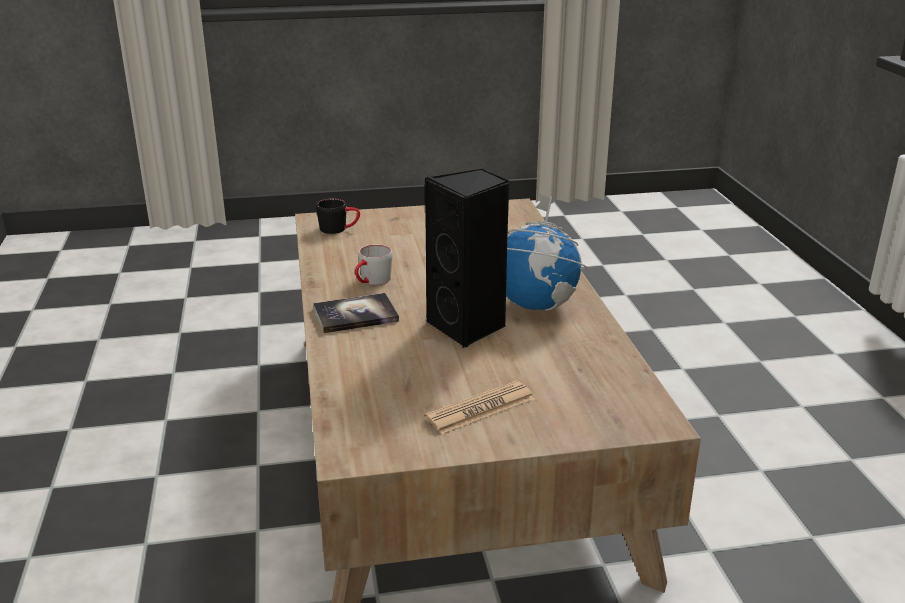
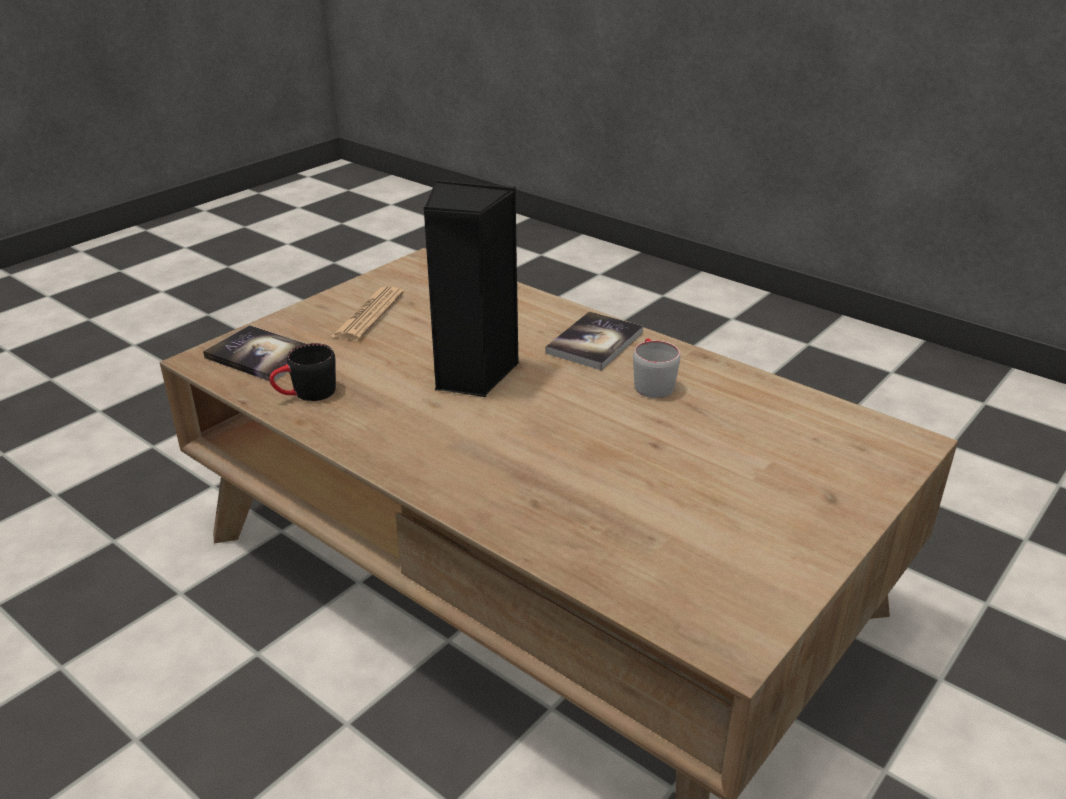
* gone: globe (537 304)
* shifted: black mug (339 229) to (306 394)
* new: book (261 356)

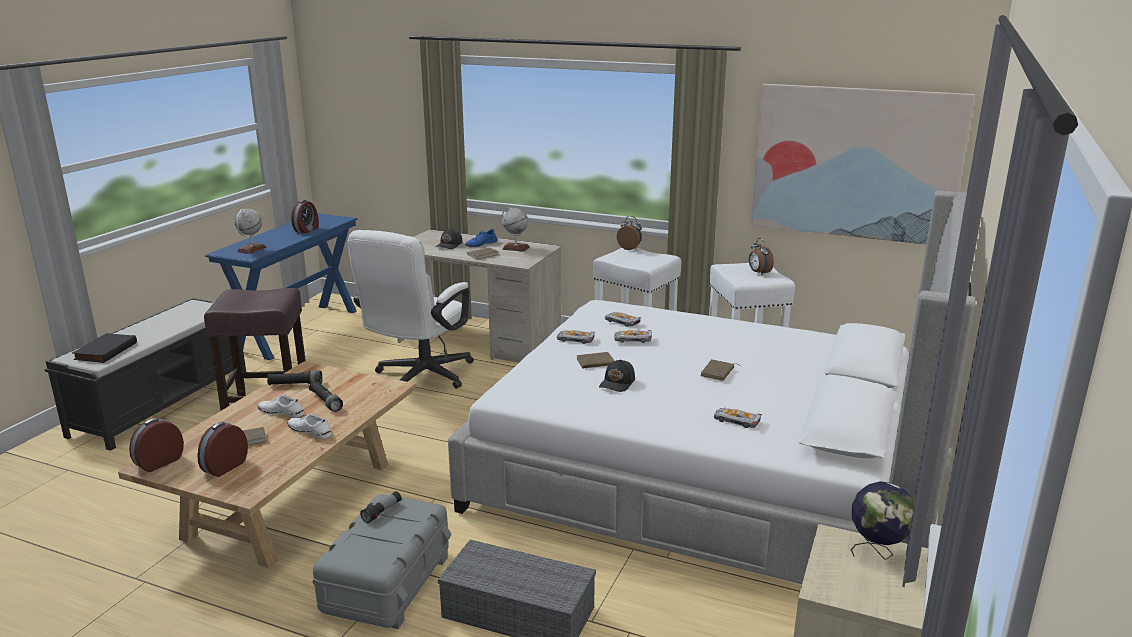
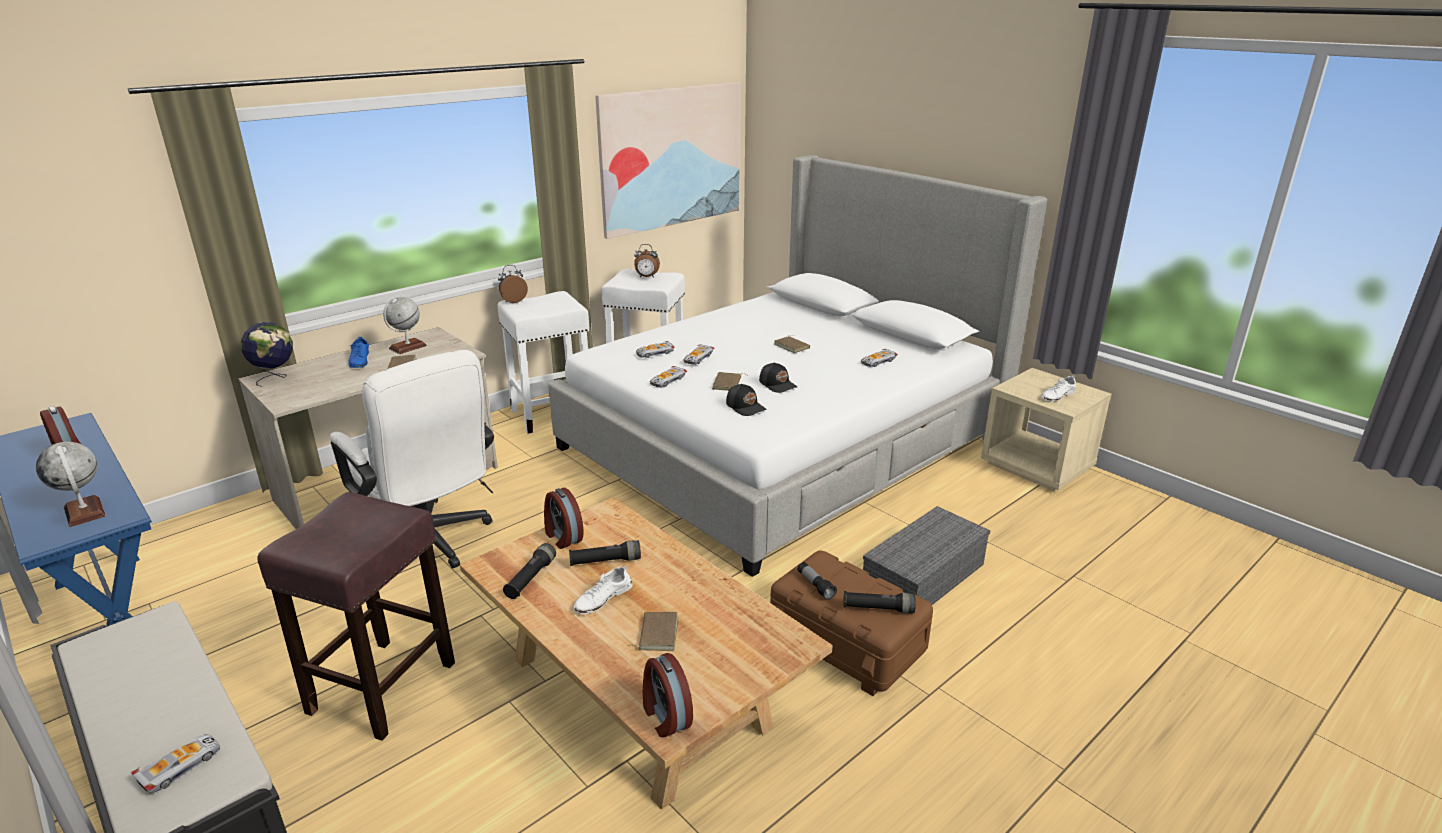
* shifted: black cap (449 245) to (746 407)
* swapped: black book (105 351) to toy car (180 766)
* shifted: white shoe (310 431) to (1057 395)
* shifted: alarm clock (224 467) to (563 537)
* shifted: globe (877 553) to (275 378)
* repainted: grey storage box (387 583) to brown storage box (847 643)
* new: black flashlight (878 609)

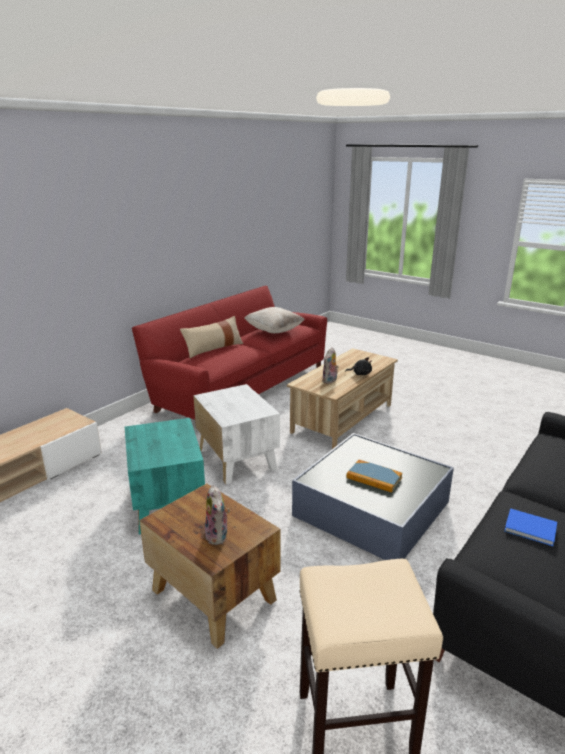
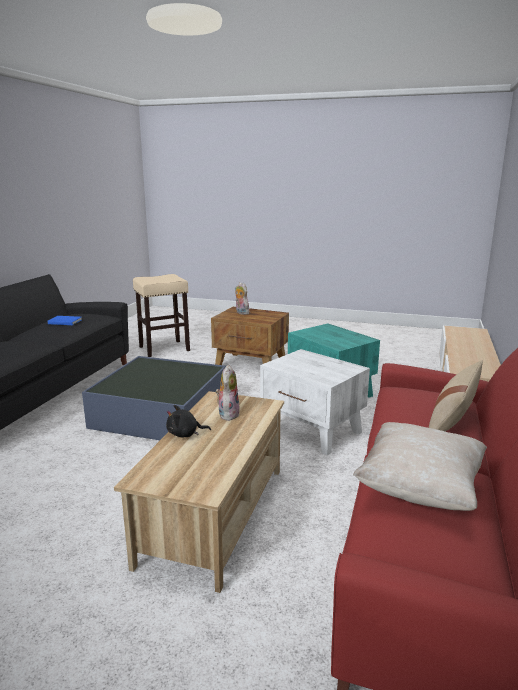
* gone: book (374 478)

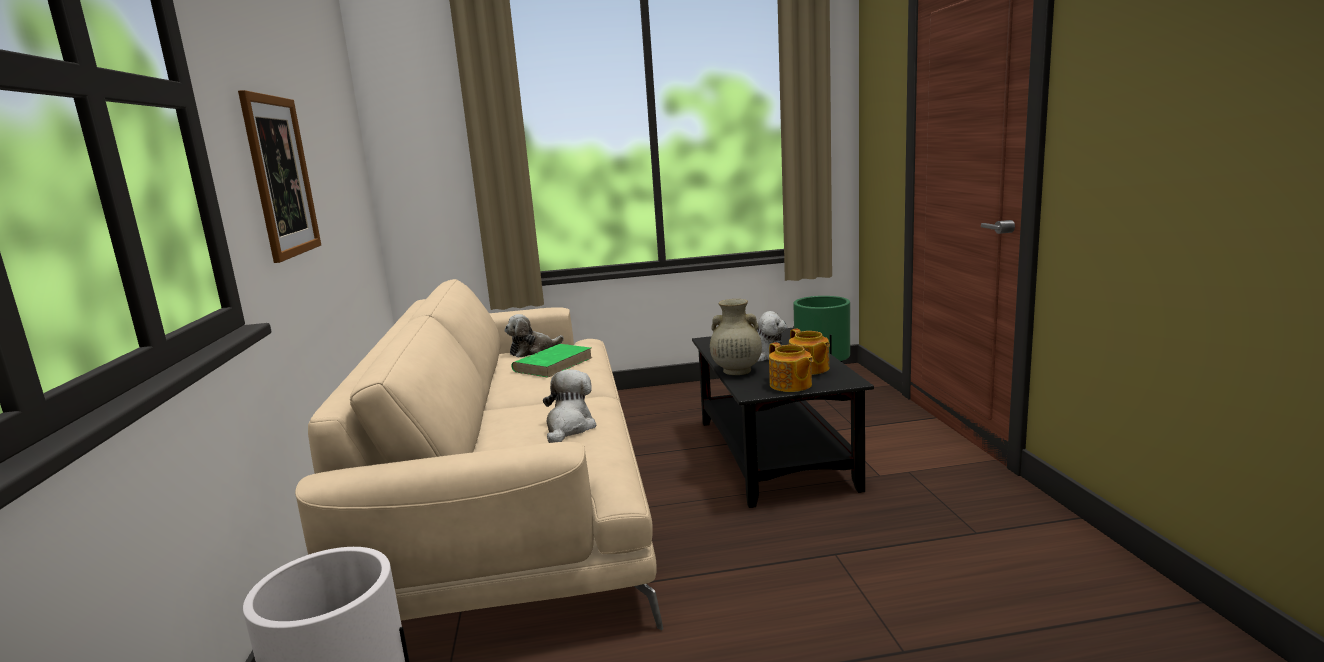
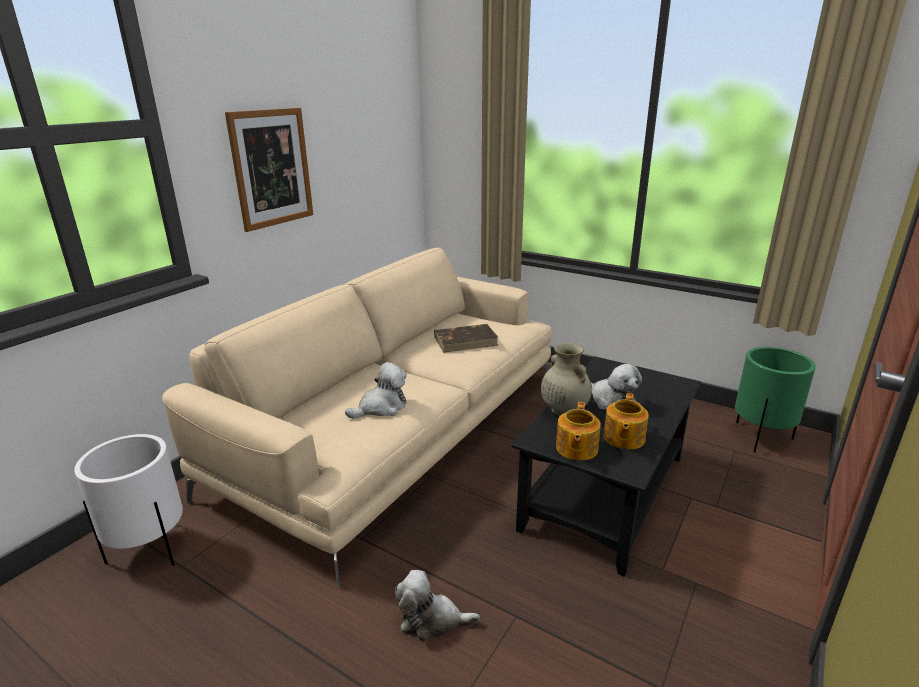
* shifted: plush toy (533 351) to (432 620)
* repainted: green book (553 364) to brown book (466 341)

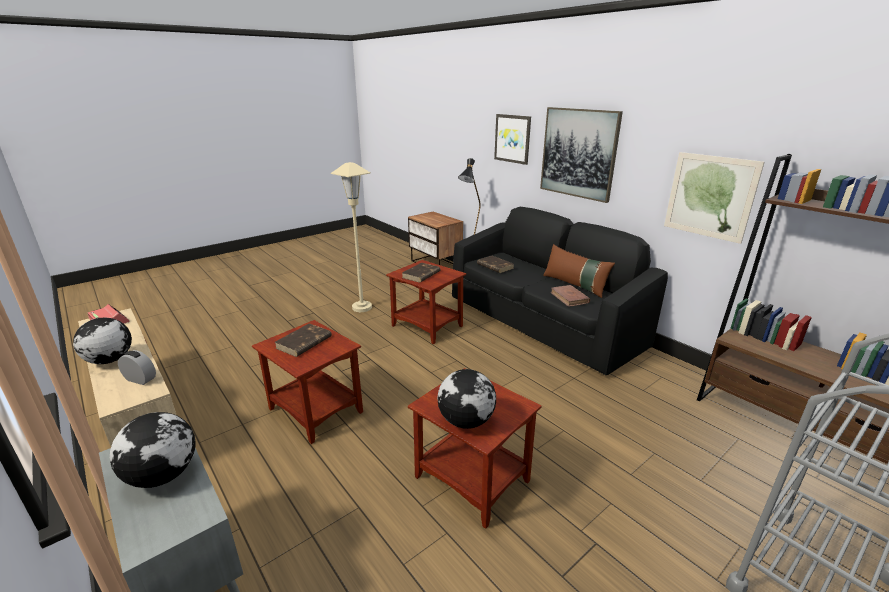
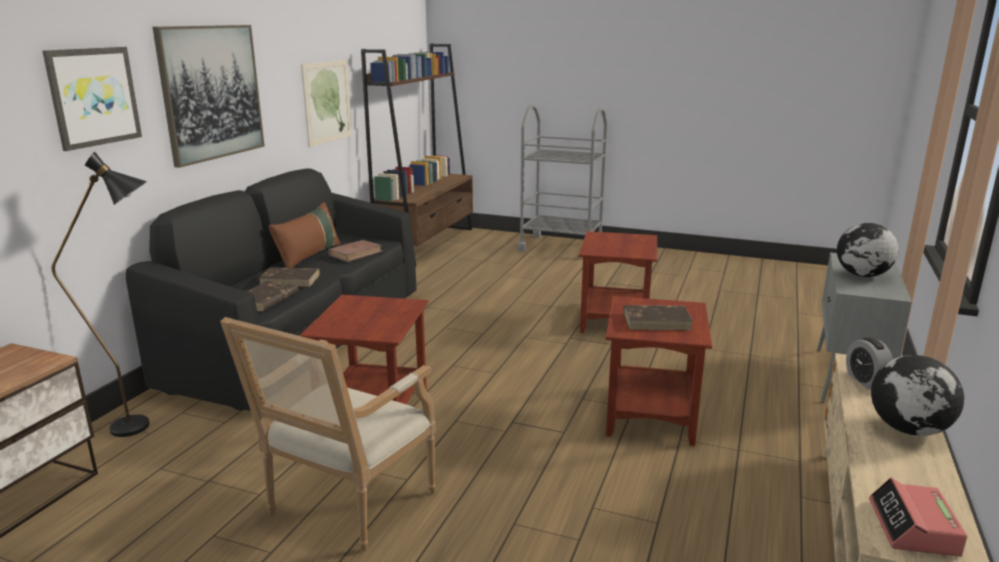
* swapped: beige floor lamp (362 307) to armchair (344 506)
* shifted: brown book (421 275) to (291 280)
* gone: globe (466 421)

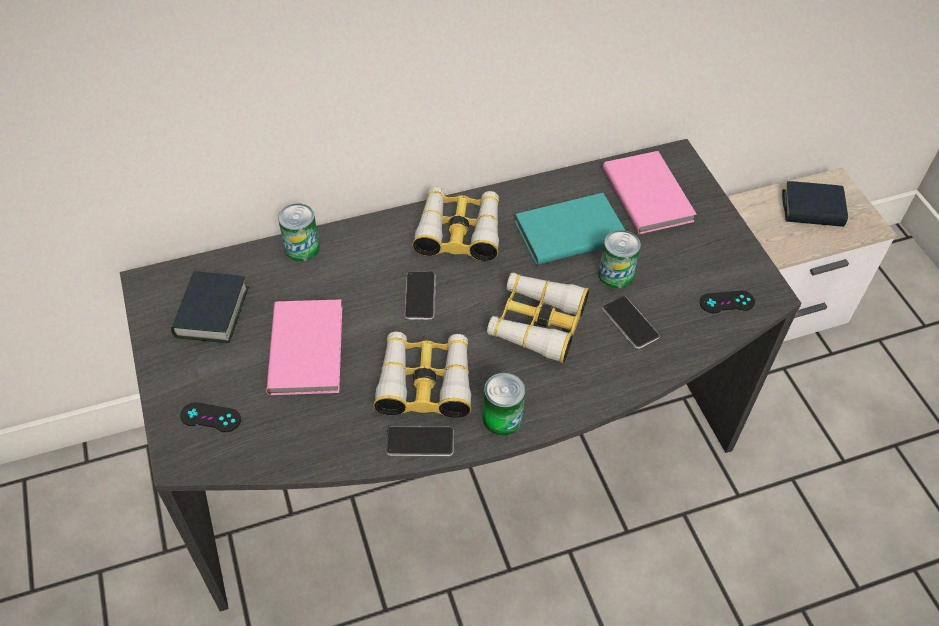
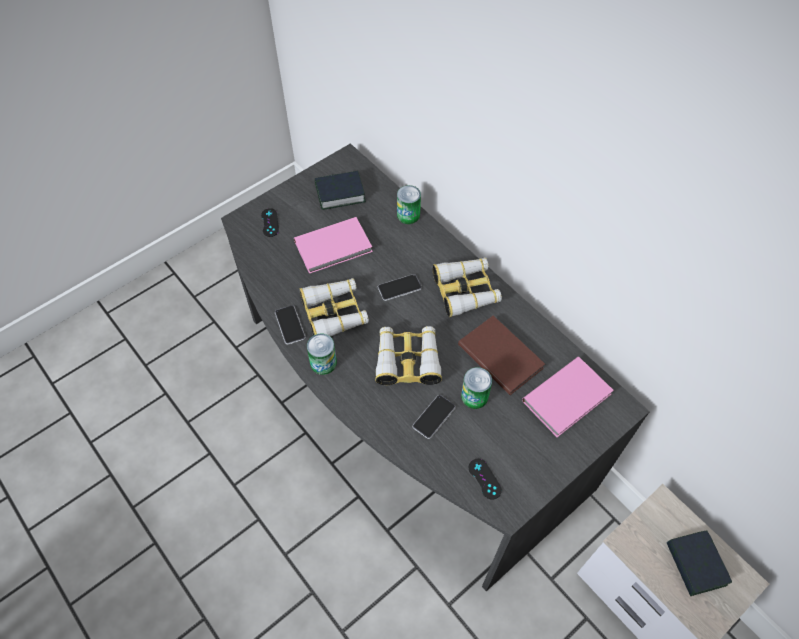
* repainted: turquoise book (568 230) to brown book (501 354)

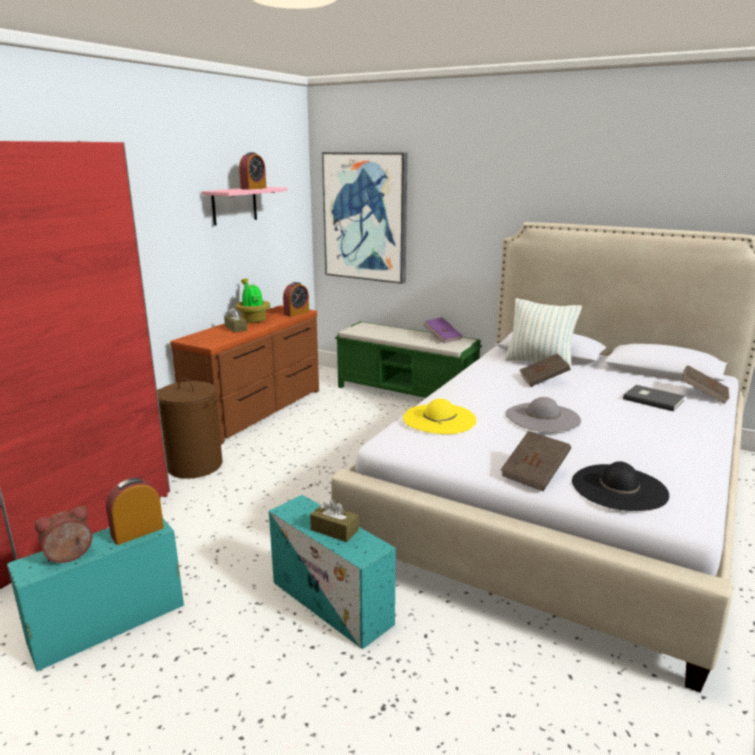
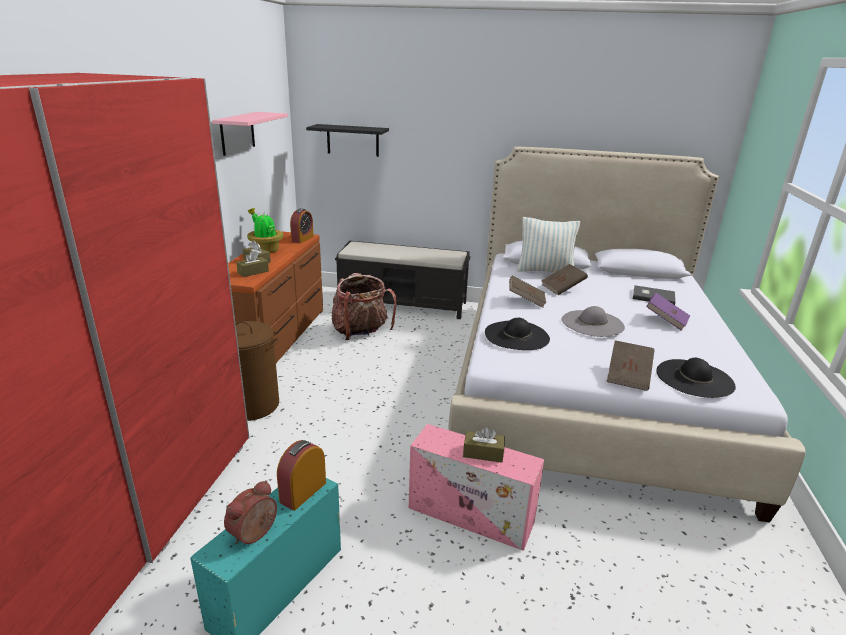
* gone: alarm clock (253 188)
* swapped: picture (365 217) to black shelf (353 140)
* shifted: purple book (442 338) to (666 321)
* repainted: green bench (407 392) to black bench (404 304)
* shifted: brown book (703 395) to (526 300)
* repainted: yellow hat (439 419) to black hat (516 335)
* repainted: turquoise storage box (333 603) to pink storage box (472 515)
* new: brown tissue box (253 272)
* new: backpack (361 332)

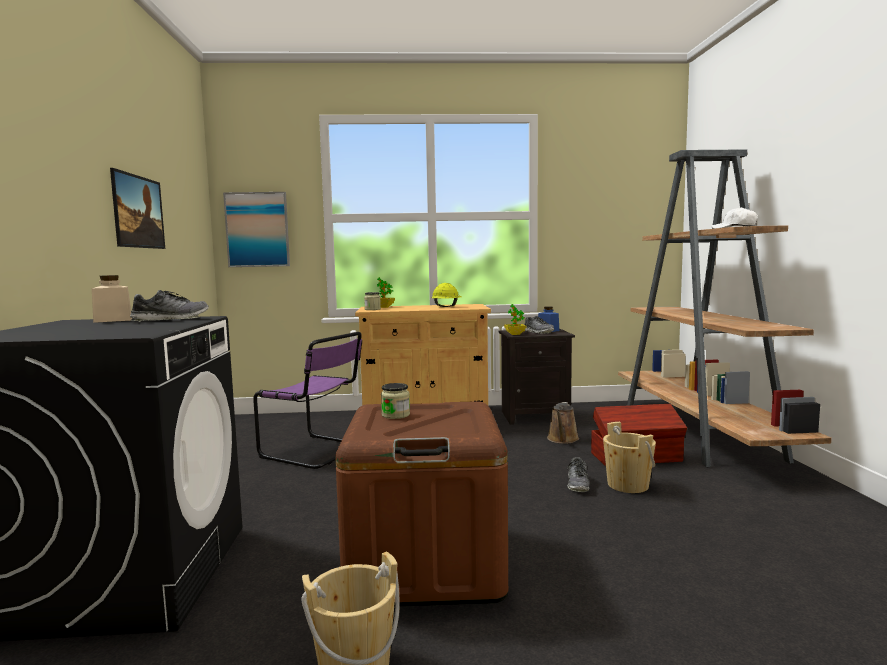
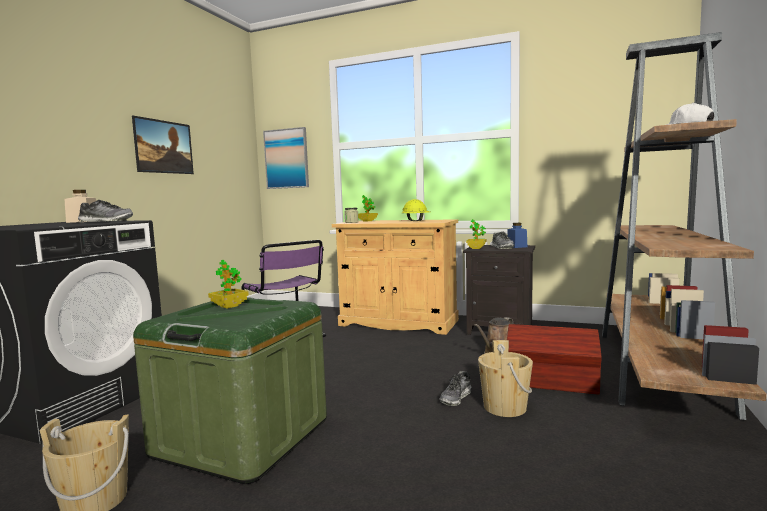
* swapped: jar (395 415) to potted plant (229 306)
* repainted: brown storage box (425 562) to green storage box (242 437)

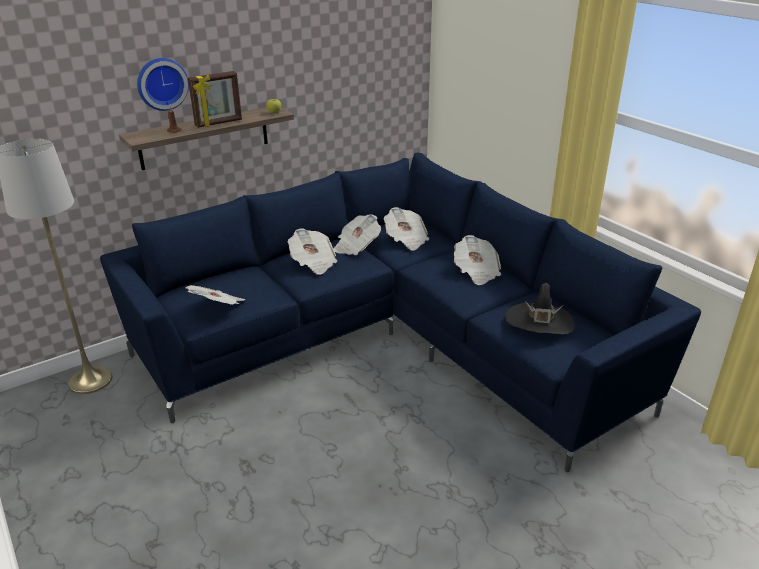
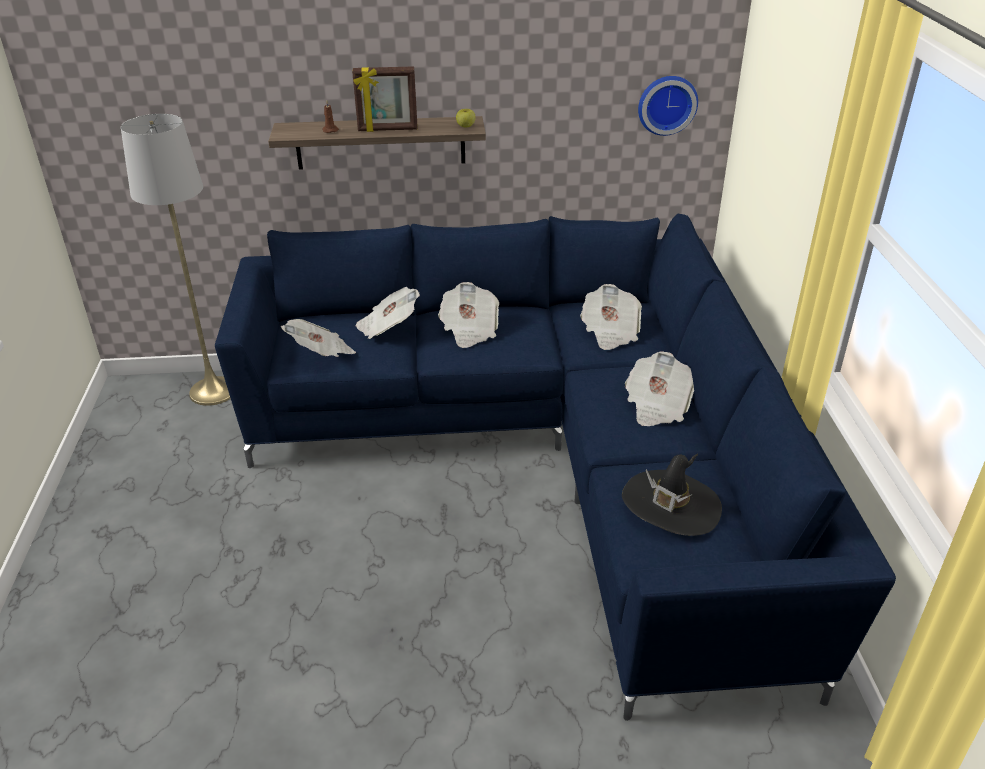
* shifted: wall clock (161 83) to (666 104)
* shifted: newspaper (356 246) to (388 327)

